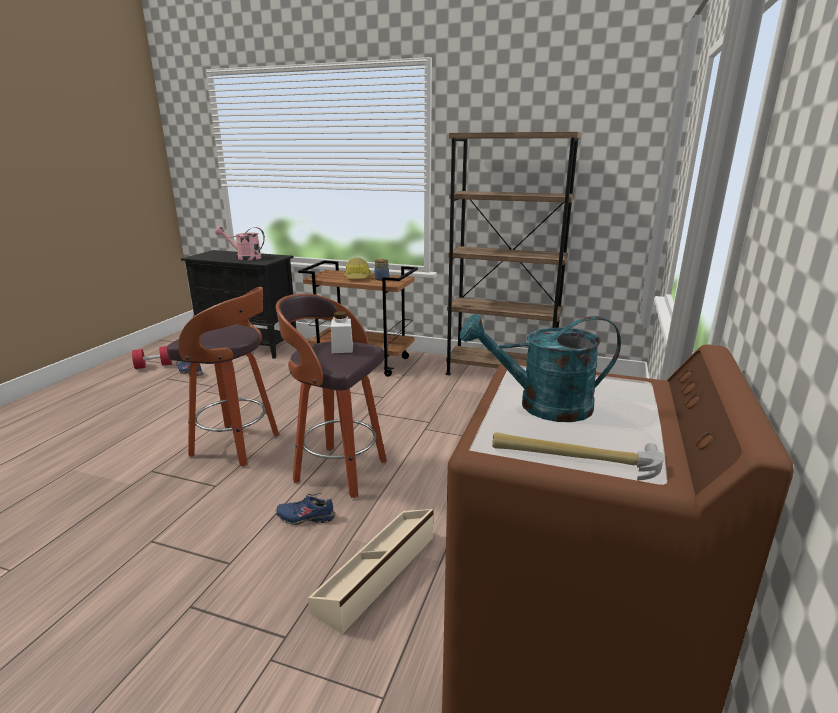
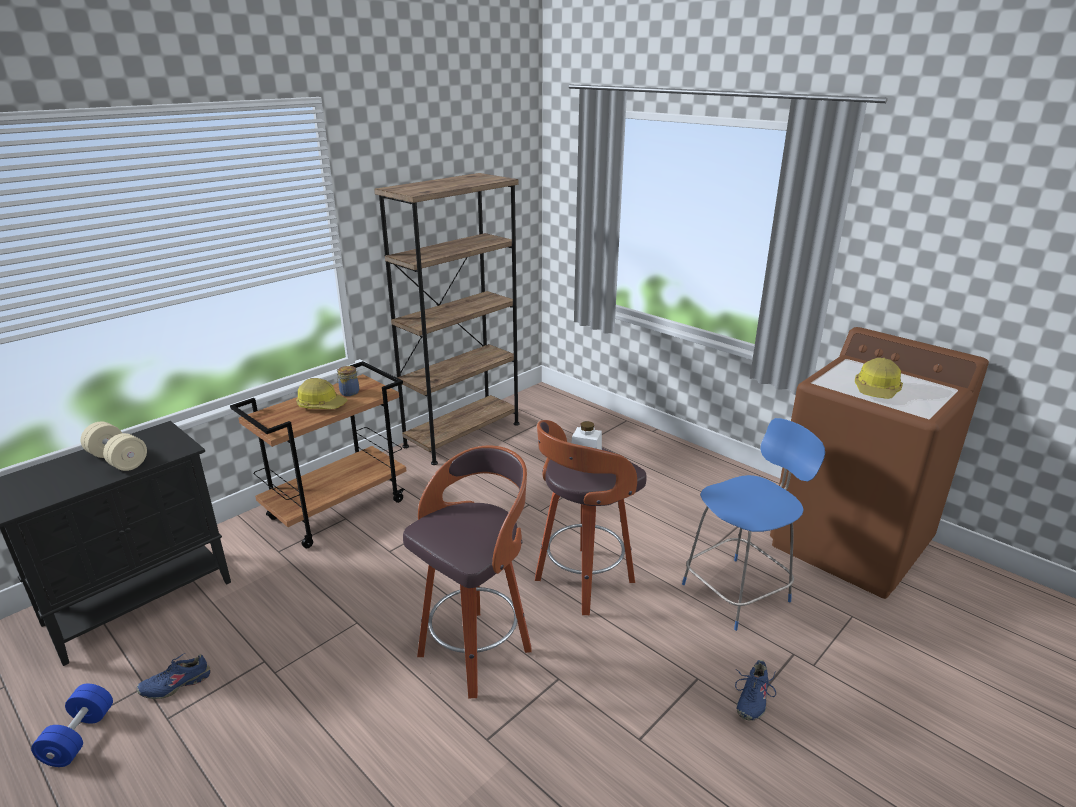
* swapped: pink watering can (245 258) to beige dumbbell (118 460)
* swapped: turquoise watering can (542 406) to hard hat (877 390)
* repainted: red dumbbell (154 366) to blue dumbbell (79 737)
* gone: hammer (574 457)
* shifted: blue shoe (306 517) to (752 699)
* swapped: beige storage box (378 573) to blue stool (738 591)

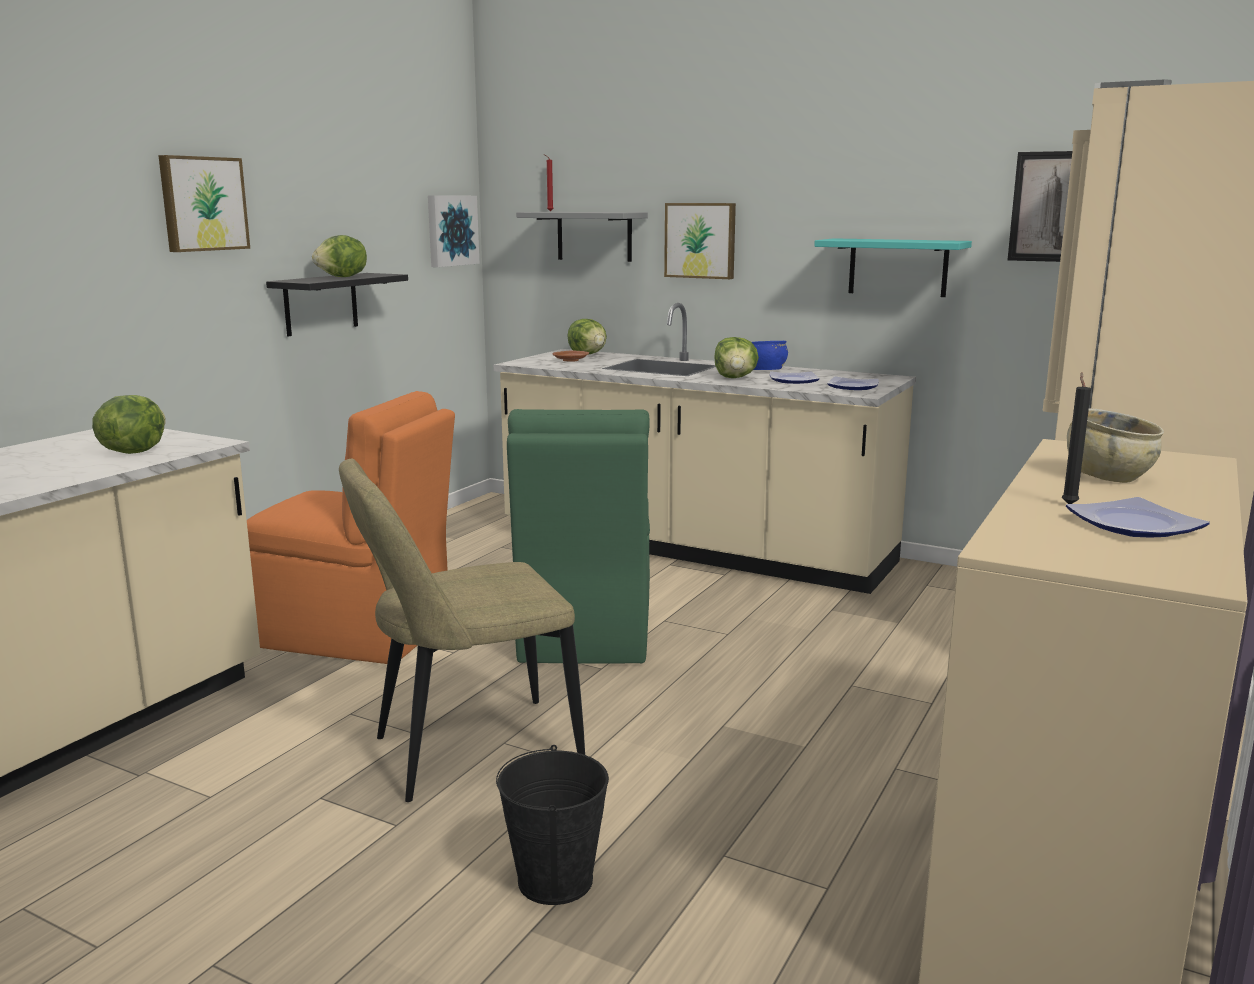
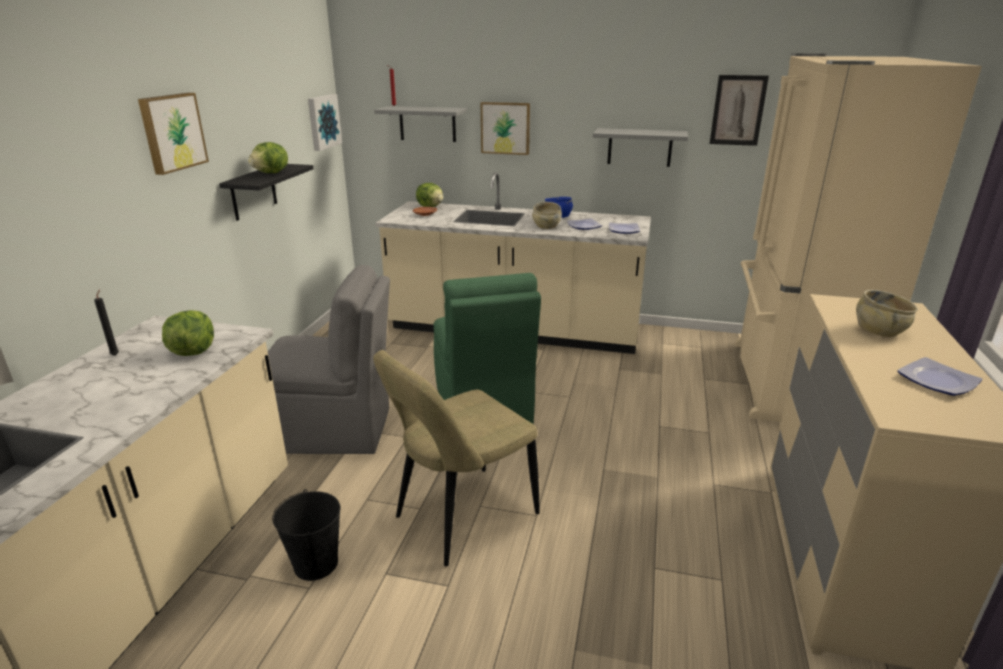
* repainted: turquoise shelf (898 267) to grey shelf (639 147)
* swapped: lettuce (735 378) to beige bowl (546 226)
* shifted: black candle (1069 504) to (116 354)
* repainted: orange chair (357 634) to grey chair (333 430)
* shifted: black bucket (556 880) to (316 563)

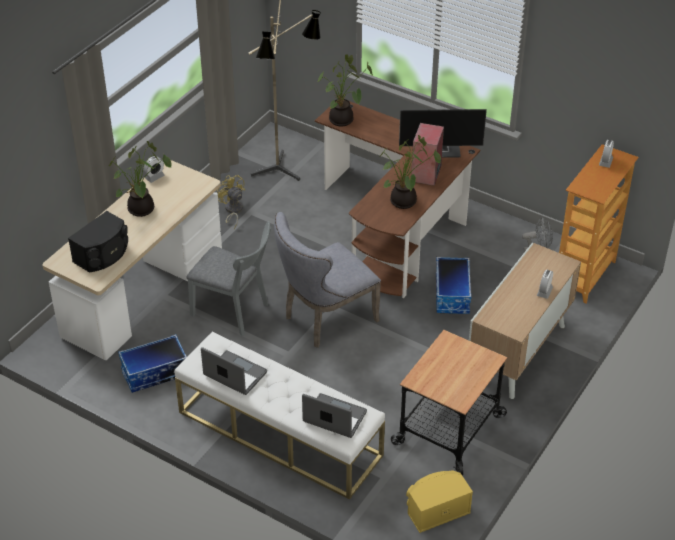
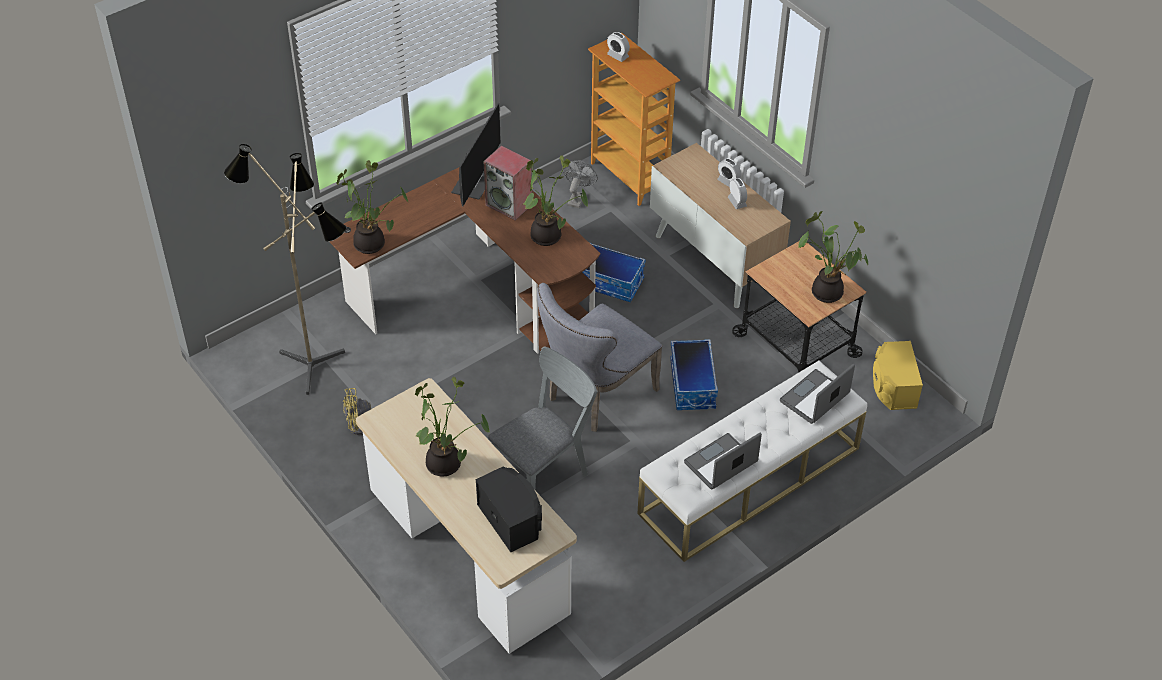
* shifted: alarm clock (154 177) to (737 202)
* rotated: grey chair (325 319) = (596 396) 60 degrees clockwise
* shifted: storage box (155 373) to (693 385)
* new: potted plant (828 291)

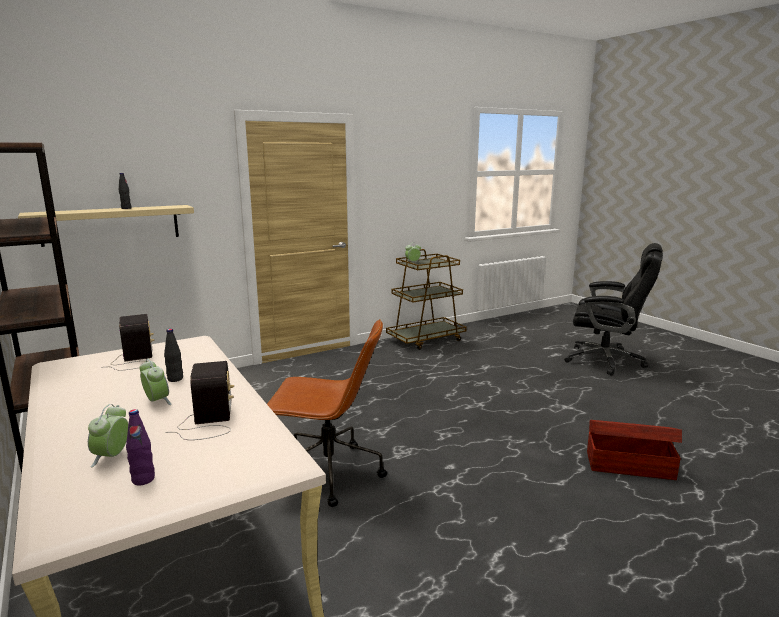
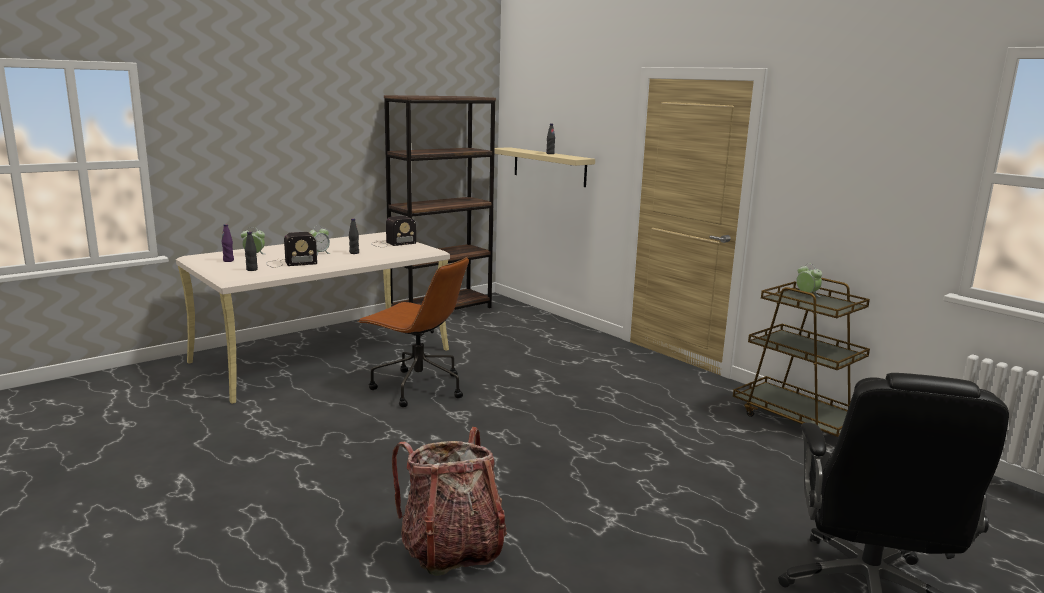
* rotated: brown office chair (327 473) = (417 388) 60 degrees counterclockwise
* swapped: brown storage box (628 464) to backpack (451 548)
* new: black bottle (252 269)

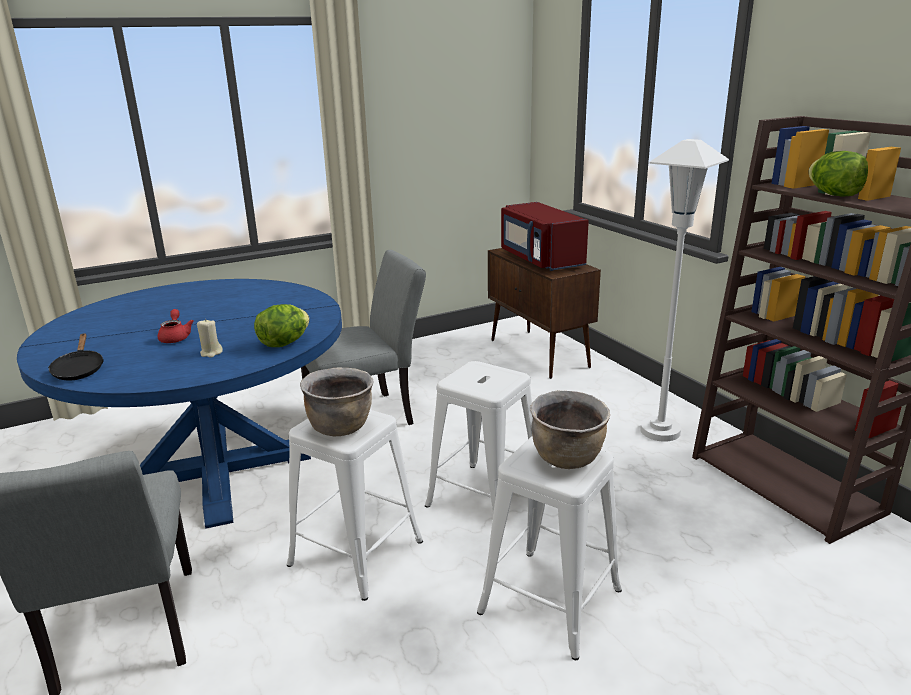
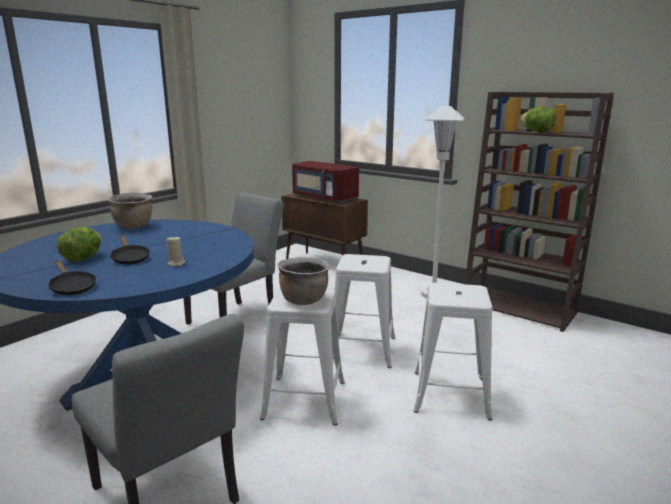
* shifted: lettuce (284 343) to (83 258)
* swapped: red teapot (176 337) to black frying pan (130 258)
* shifted: brown cooking pot (568 459) to (134 226)

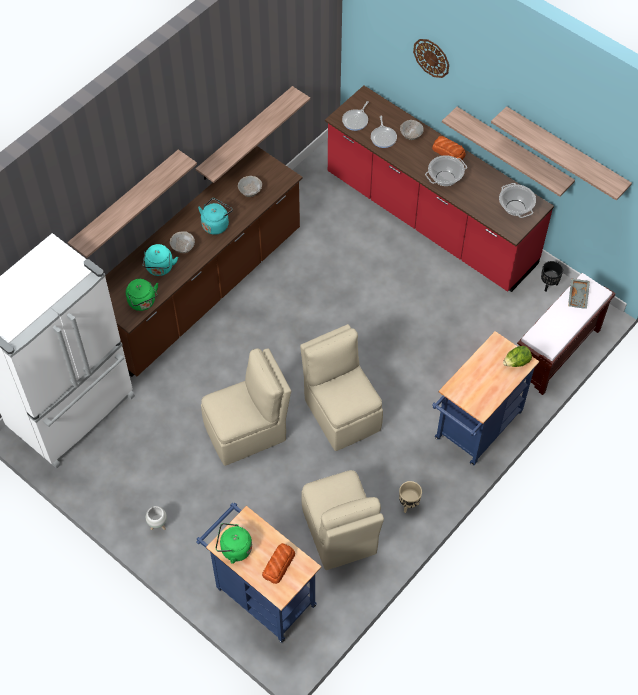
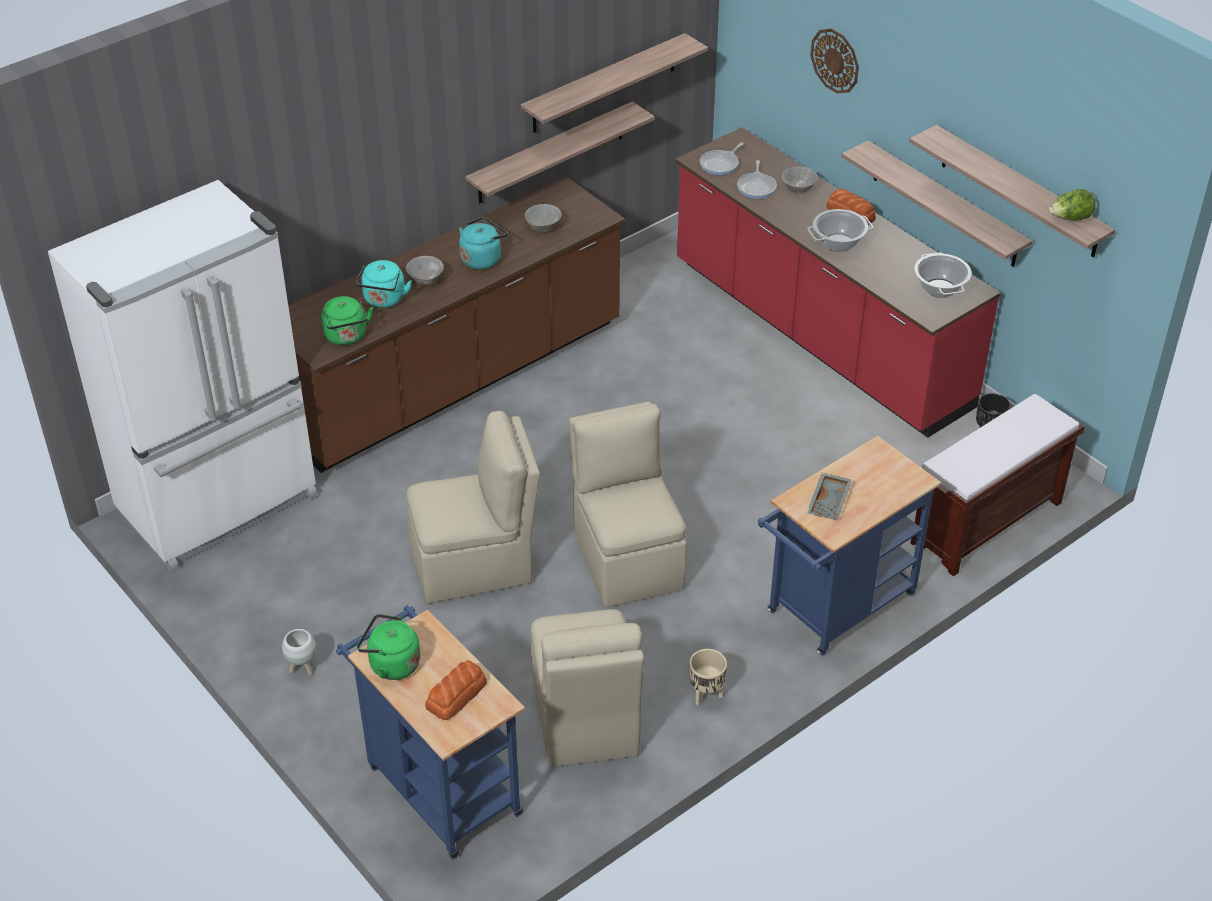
* shifted: shelf (125 203) to (604 84)
* shifted: grey tray (578 296) to (830 502)
* shifted: lettuce (516 362) to (1070 219)

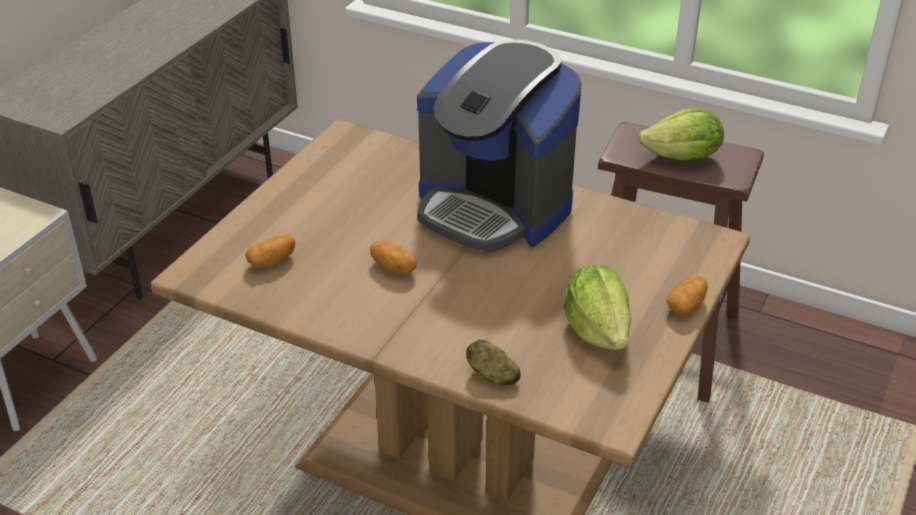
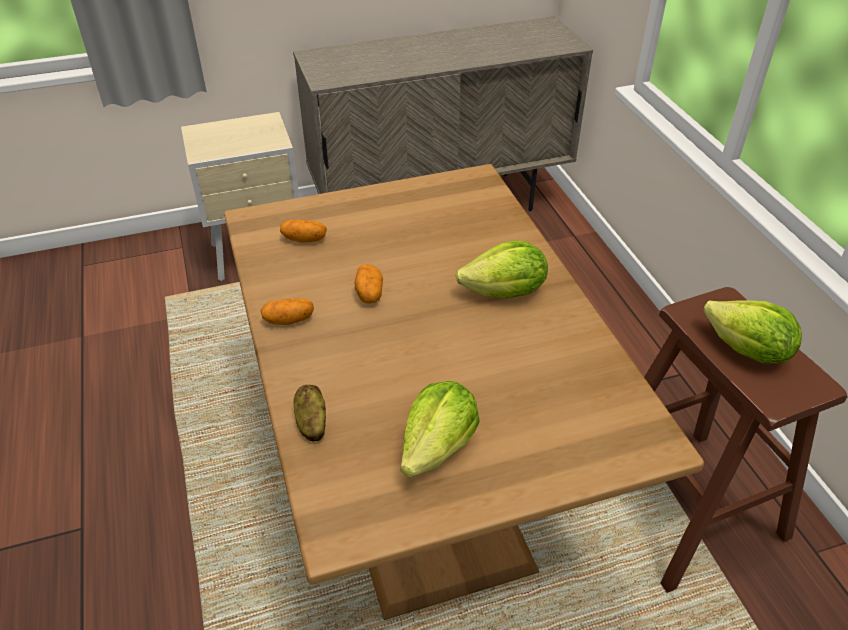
* swapped: coffee machine (494 207) to lettuce (505 293)
* shifted: potato (686 305) to (289 320)

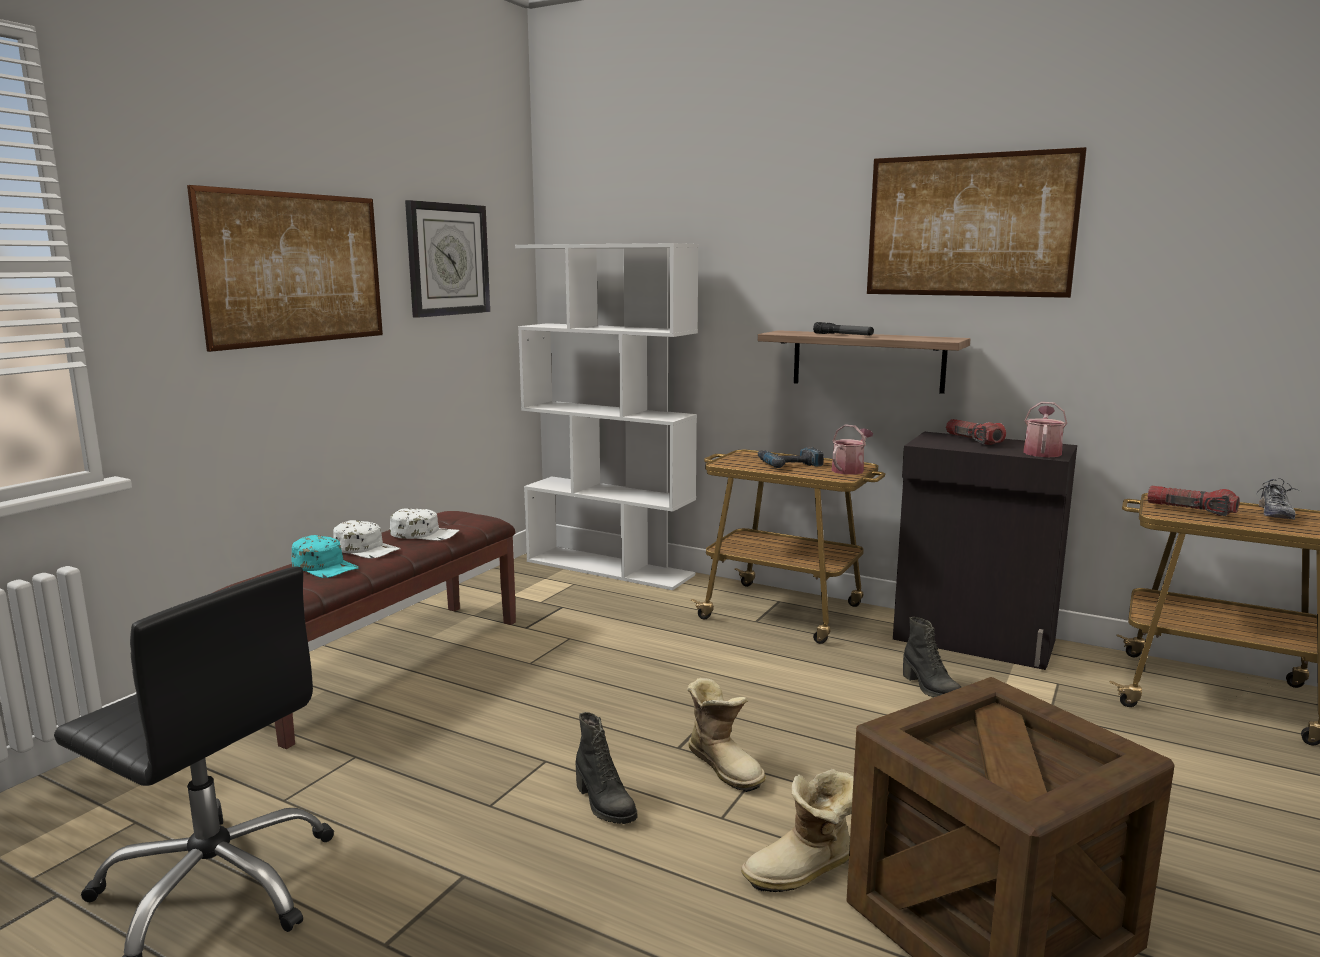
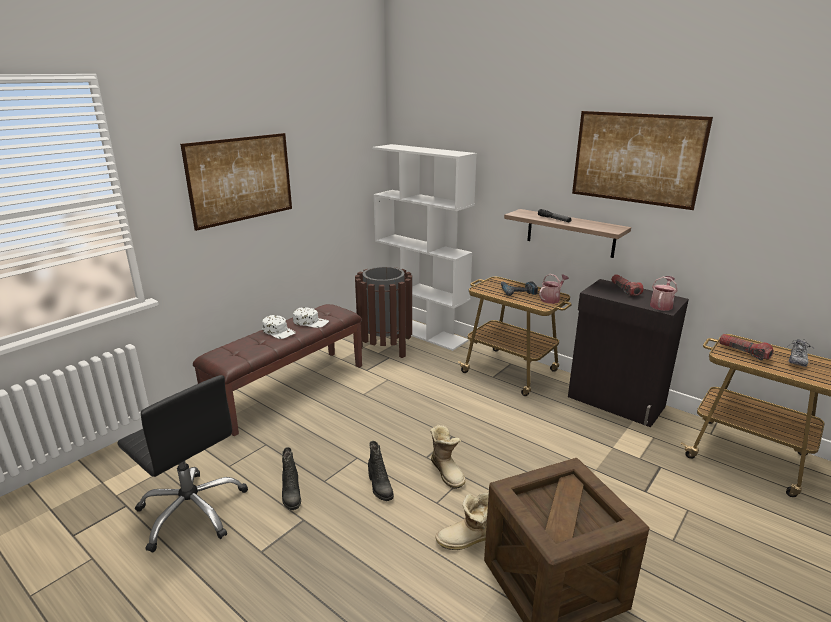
* gone: wall clock (447 259)
* gone: turquoise cap (325 567)
* shifted: black boot (930 688) to (291 495)
* new: brown trash can (385 348)

